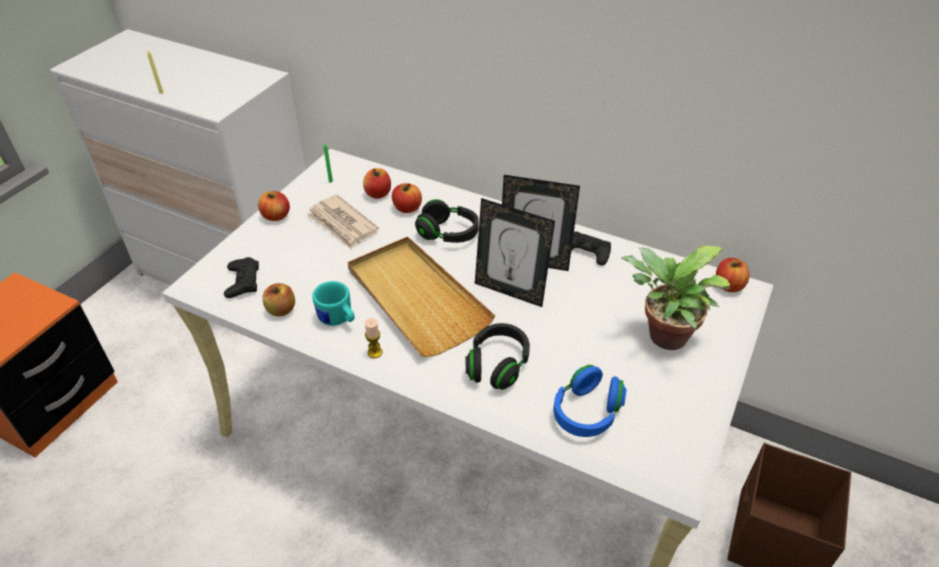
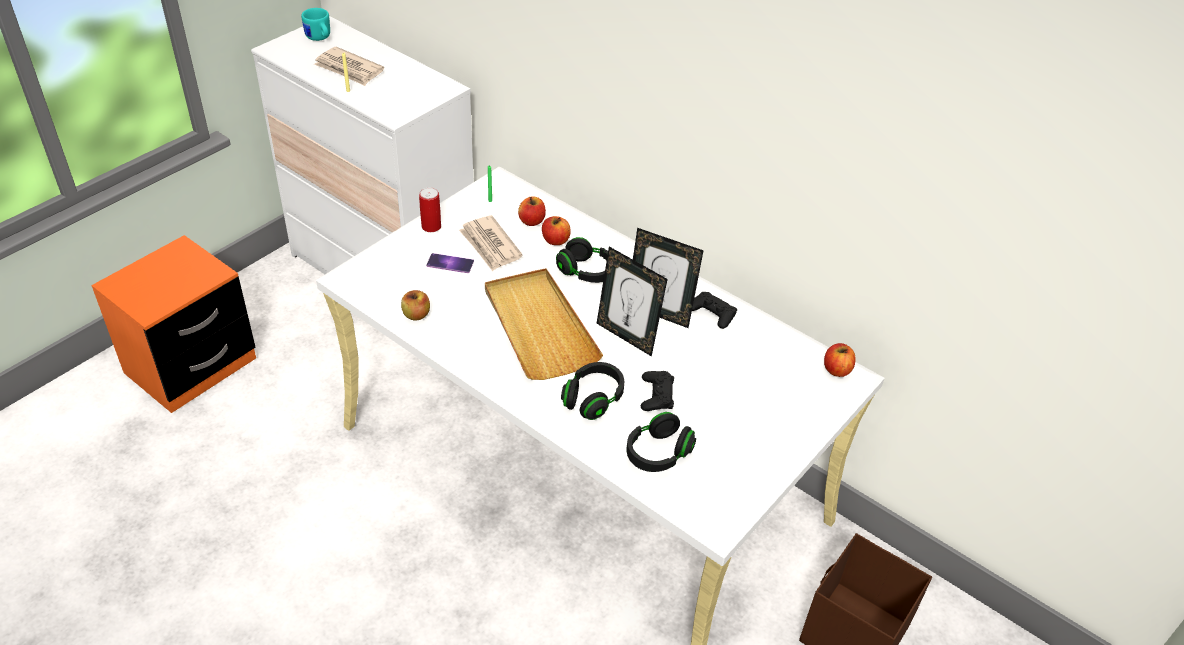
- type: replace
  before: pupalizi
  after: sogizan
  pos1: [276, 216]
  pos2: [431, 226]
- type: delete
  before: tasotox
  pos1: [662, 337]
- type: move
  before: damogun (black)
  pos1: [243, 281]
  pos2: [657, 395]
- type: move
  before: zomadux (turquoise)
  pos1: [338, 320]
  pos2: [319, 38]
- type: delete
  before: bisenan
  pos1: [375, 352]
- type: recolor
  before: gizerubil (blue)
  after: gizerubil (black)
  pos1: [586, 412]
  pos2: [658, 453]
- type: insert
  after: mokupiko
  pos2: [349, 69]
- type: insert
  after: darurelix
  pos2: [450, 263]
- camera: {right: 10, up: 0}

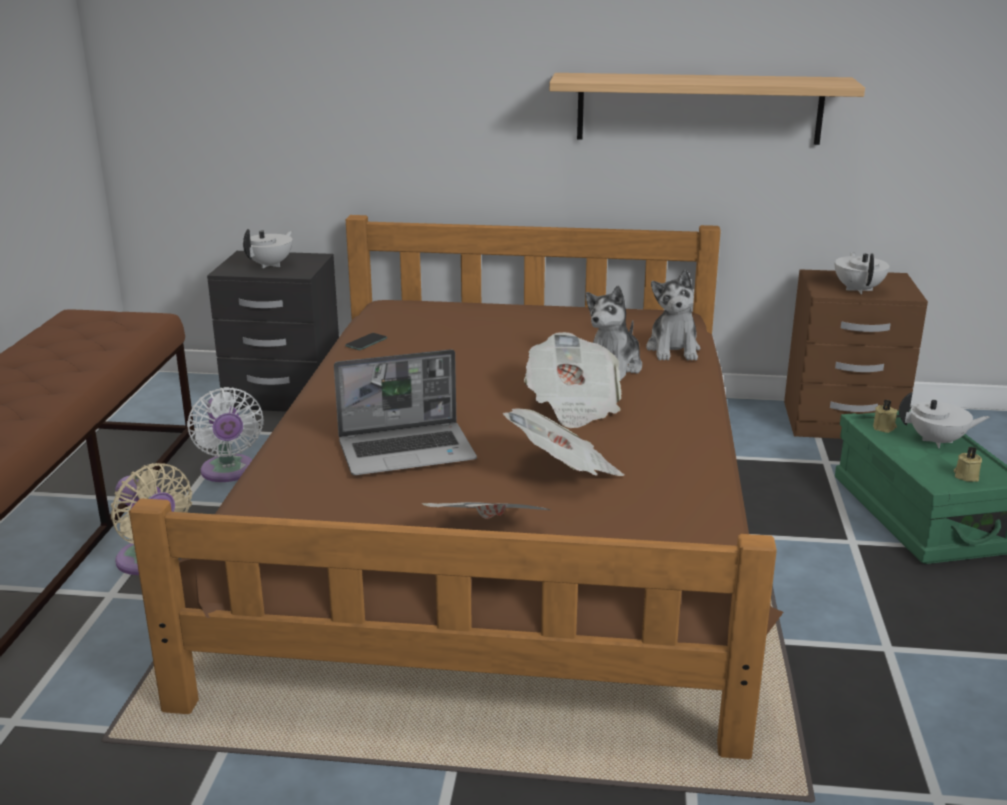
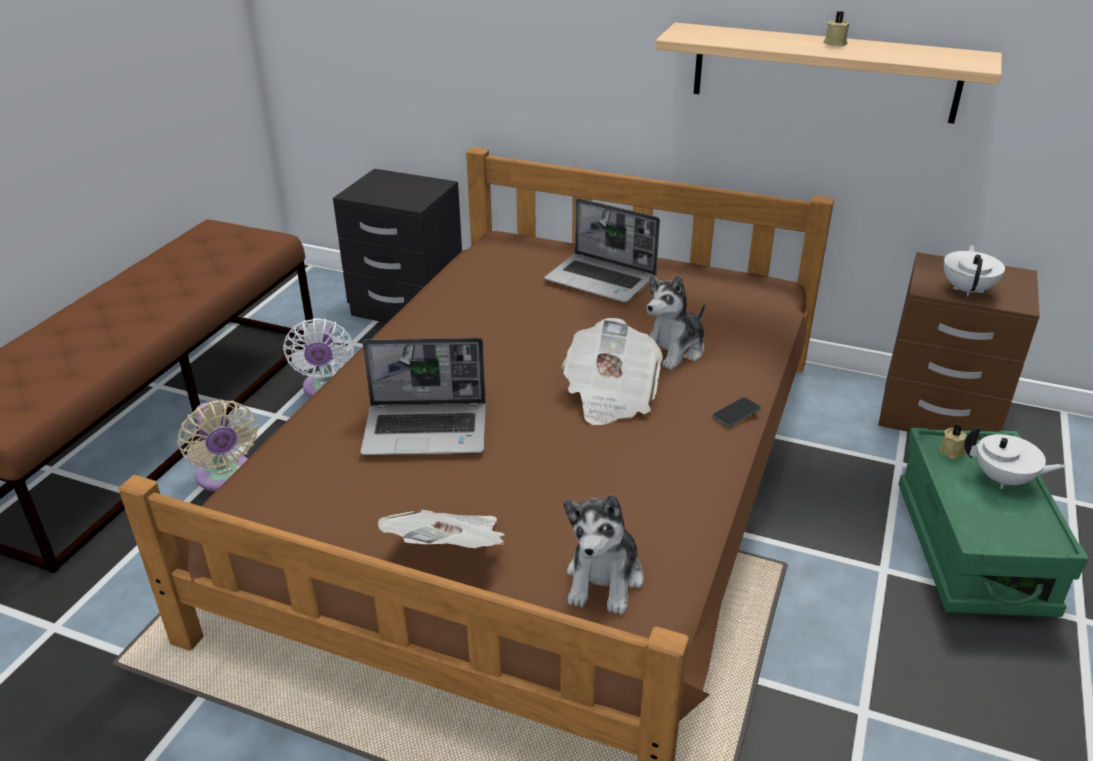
- type: delete
  before: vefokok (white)
  pos1: [270, 265]
- type: move
  before: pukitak
  pos1: [673, 349]
  pos2: [604, 579]
- type: move
  before: darurelix
  pos1: [366, 342]
  pos2: [736, 413]
- type: delete
  before: mokupiko
  pos1: [563, 471]
- type: move
  before: bisenan (beige)
  pos1: [966, 476]
  pos2: [835, 43]
- type: insert
  after: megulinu
  pos2: [602, 280]
- camera: {right: 15, up: 10}

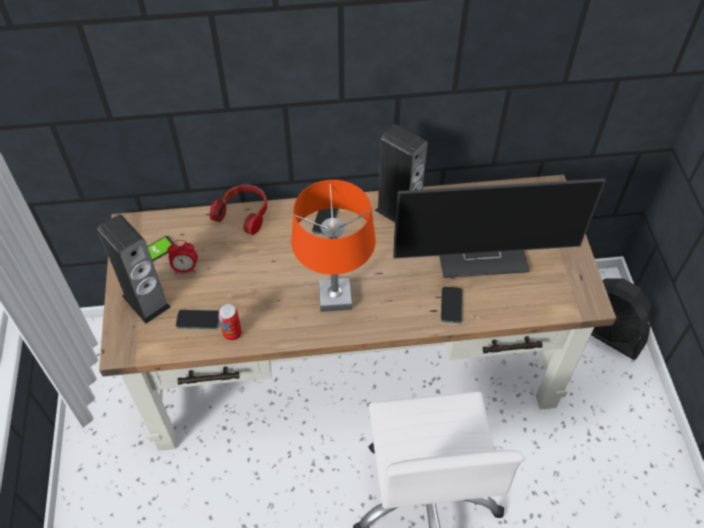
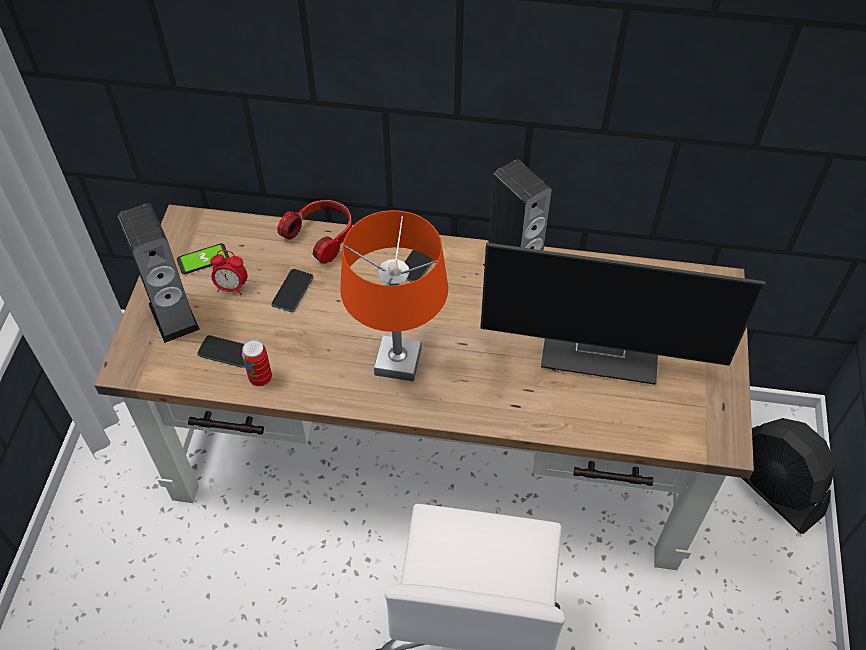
- type: move
  before: darurelix
  pos1: [451, 305]
  pos2: [292, 291]
- camera: {right: 15, up: 0}

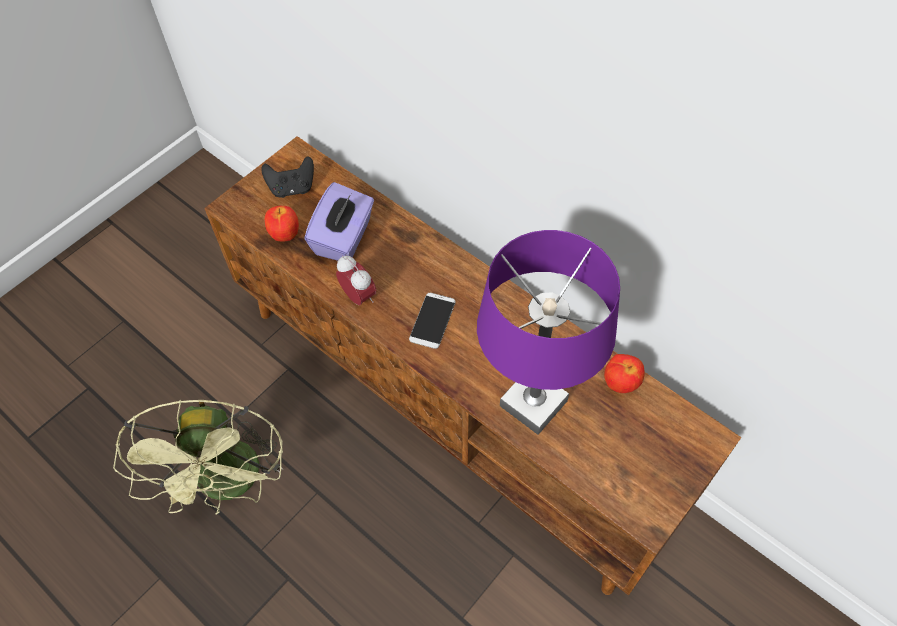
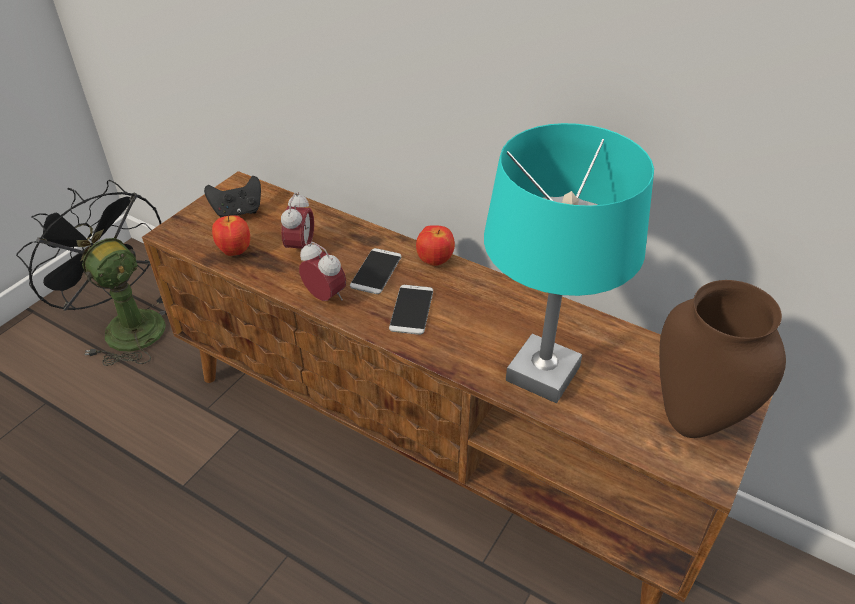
- type: replace
  before: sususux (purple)
  after: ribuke
  pos1: [344, 238]
  pos2: [301, 248]
- type: recolor
  before: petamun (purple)
  after: petamun (turquoise)
  pos1: [533, 403]
  pos2: [543, 373]
- type: move
  before: pupalizi
  pos1: [621, 383]
  pos2: [435, 261]
- type: delete
  before: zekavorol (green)
  pos1: [231, 485]
- type: insert
  after: zekavorol (black)
  pos2: [125, 326]
- type: insert
  after: darurelix
  pos2: [376, 271]
- type: insert
  after: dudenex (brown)
  pos2: [691, 423]
- camera: {right: -10, up: -15}

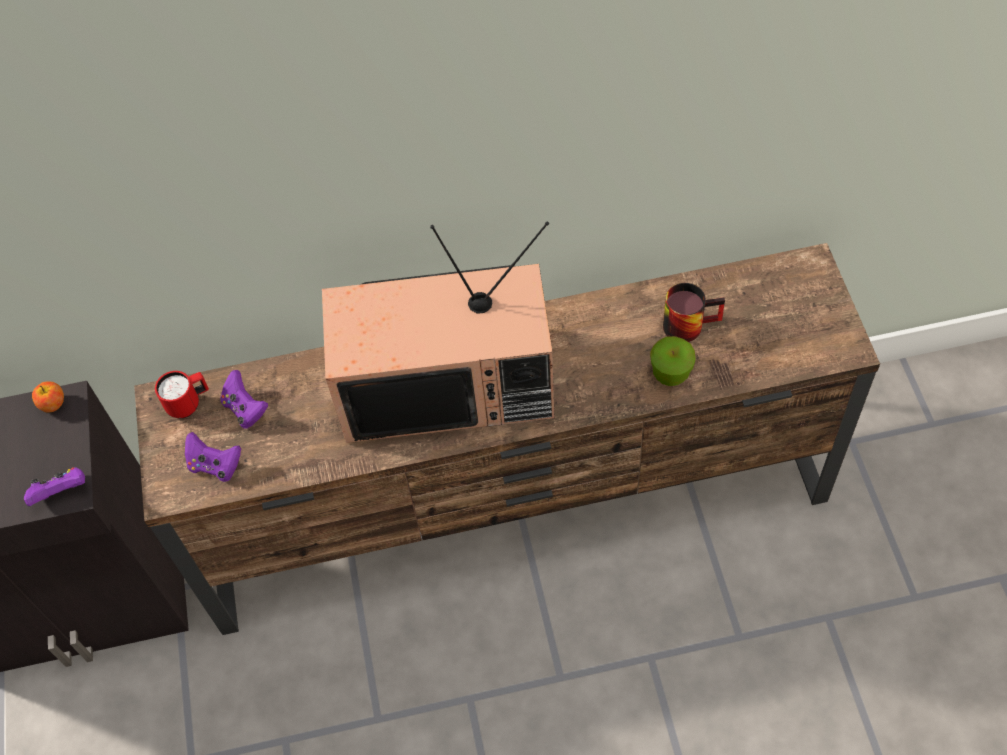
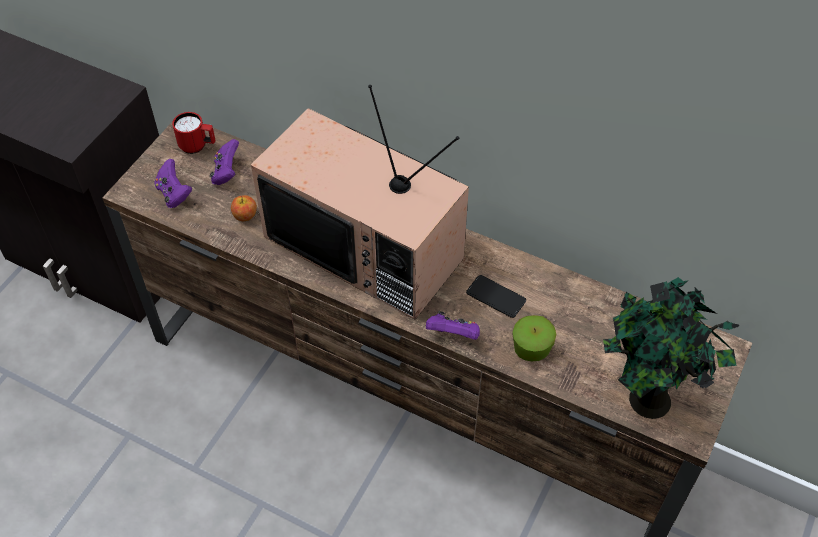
- type: delete
  before: zomadux
  pos1: [689, 322]
- type: move
  before: pupalizi
  pos1: [53, 404]
  pos2: [245, 216]
- type: move
  before: damogun (purple)
  pos1: [61, 493]
  pos2: [453, 335]
- type: insert
  after: darurelix
  pos2: [496, 297]
- type: insert
  after: tasotox
  pos2: [646, 402]
- camera: {right: 35, up: -5}

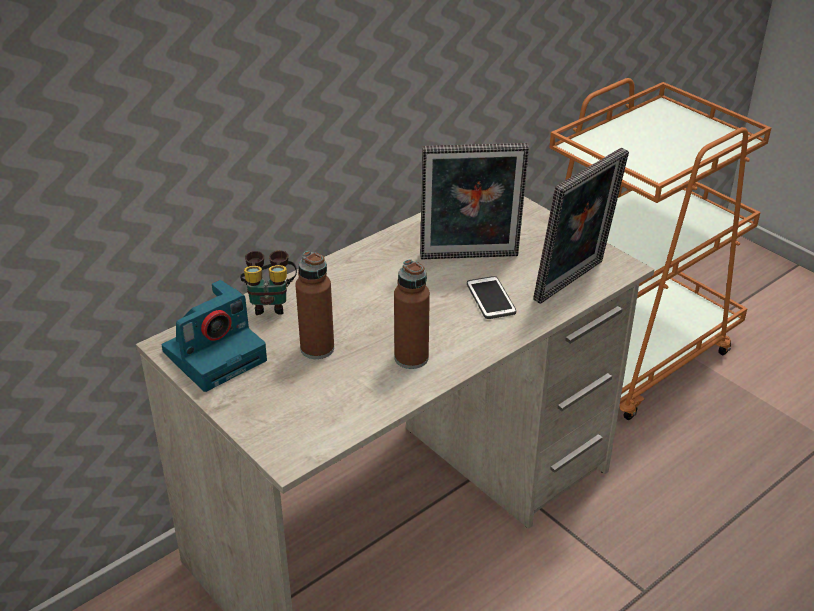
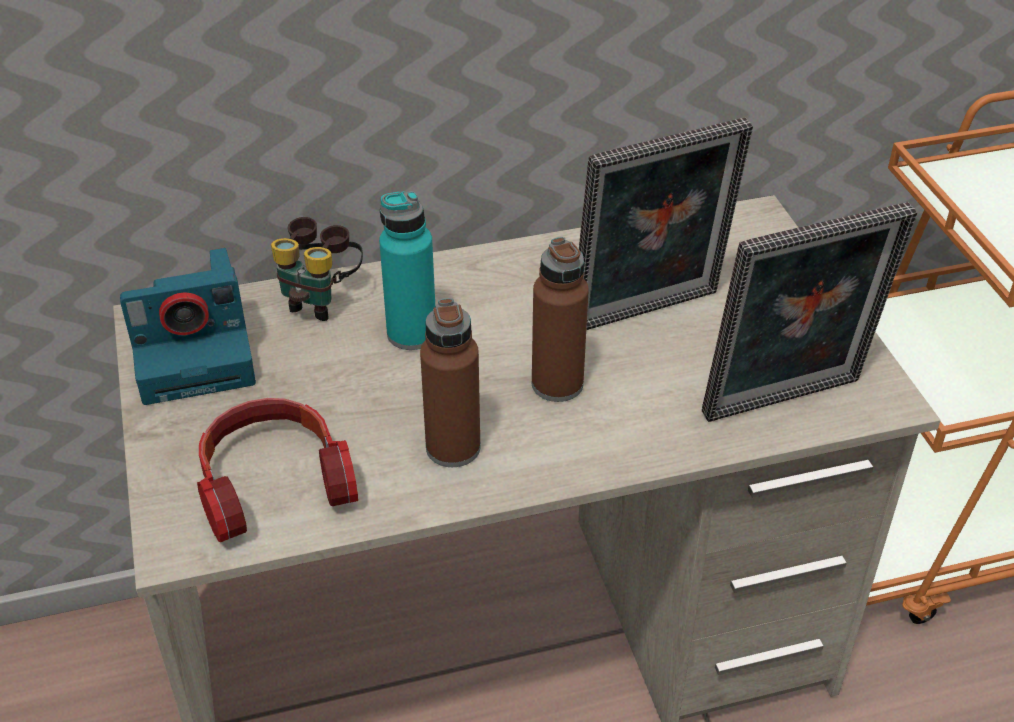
- type: rotate
  before: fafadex
  pos1: [469, 259]
  pos2: [649, 314]
  turn: -45
- type: move
  before: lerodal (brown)
  pos1: [317, 348]
  pos2: [557, 384]
- type: delete
  before: darurelix
  pos1: [491, 299]
- type: insert
  after: lerodal (turquoise)
  pos2: [412, 334]
- type: insert
  after: gizerubil
  pos2: [273, 482]
- camera: {right: 25, up: 5}

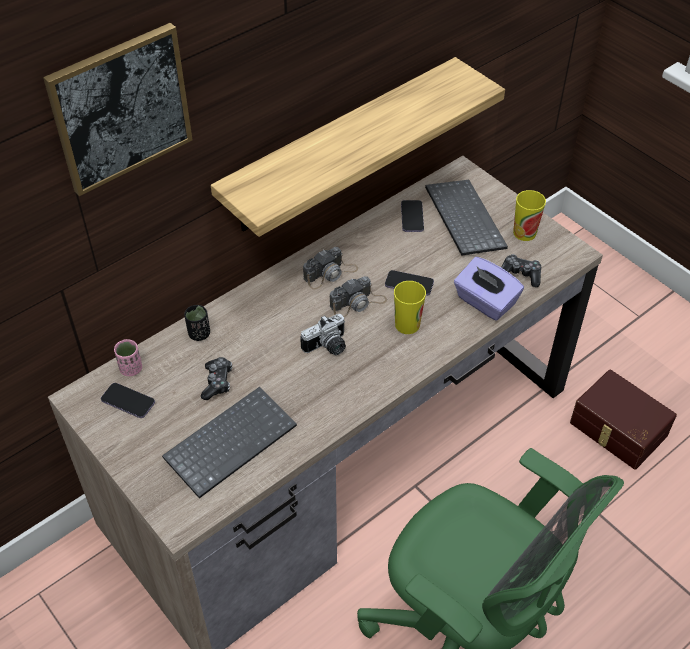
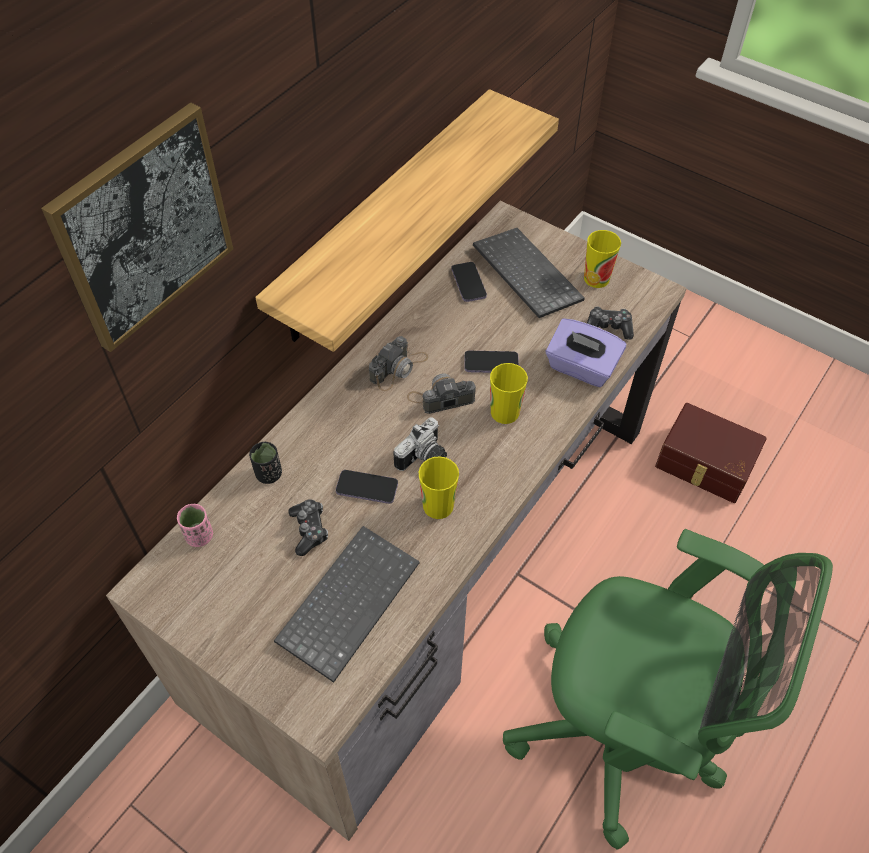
- type: rotate
  before: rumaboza
  pos1: [358, 303]
  pos2: [441, 398]
  turn: -150
- type: move
  before: darurelix
  pos1: [128, 401]
  pos2: [367, 488]
- type: insert
  after: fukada
  pos2: [438, 505]
- camera: {right: -15, up: 5}

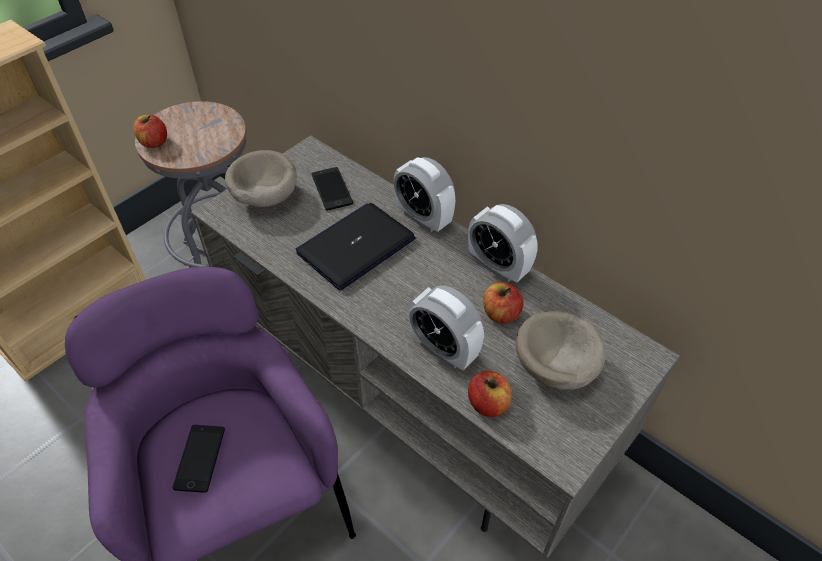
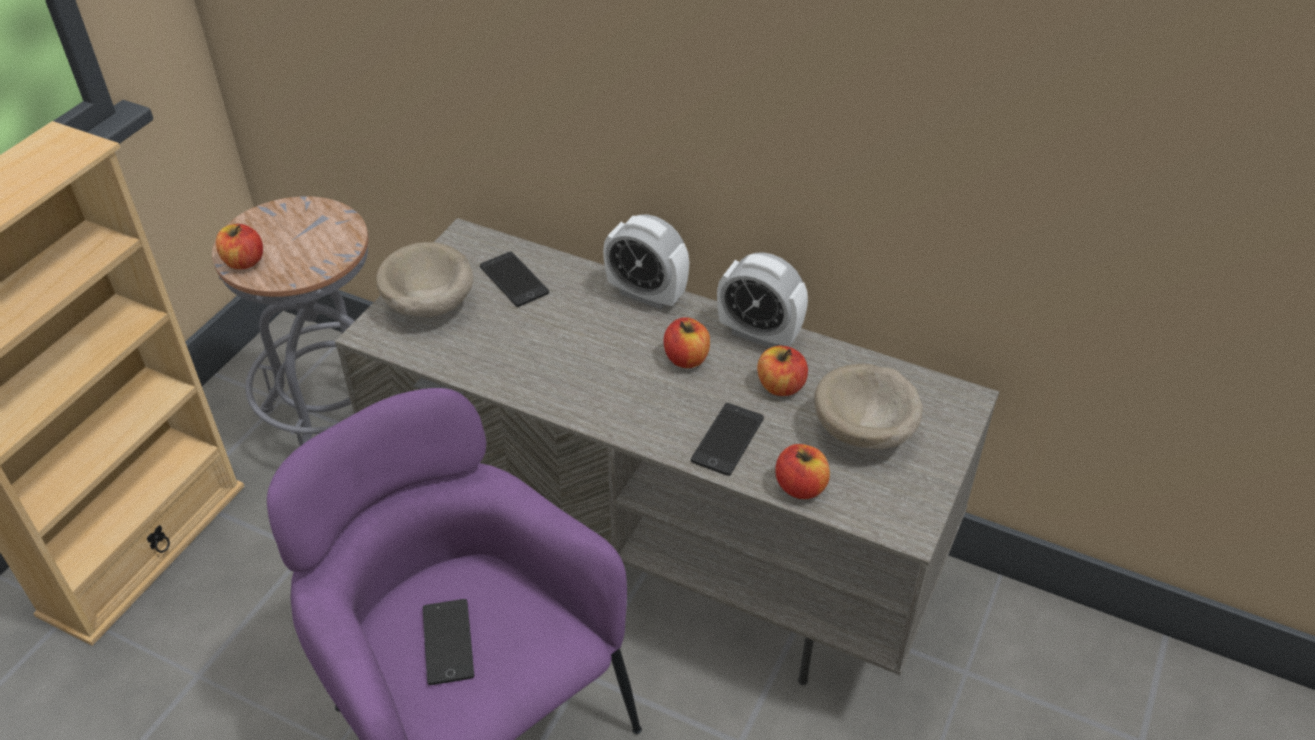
- type: delete
  before: megulinu
  pos1: [356, 246]
- type: replace
  before: ribuke
  after: darurelix
  pos1: [444, 350]
  pos2: [727, 440]
- type: insert
  after: pupalizi
  pos2: [686, 358]
- camera: {right: -15, up: -5}

